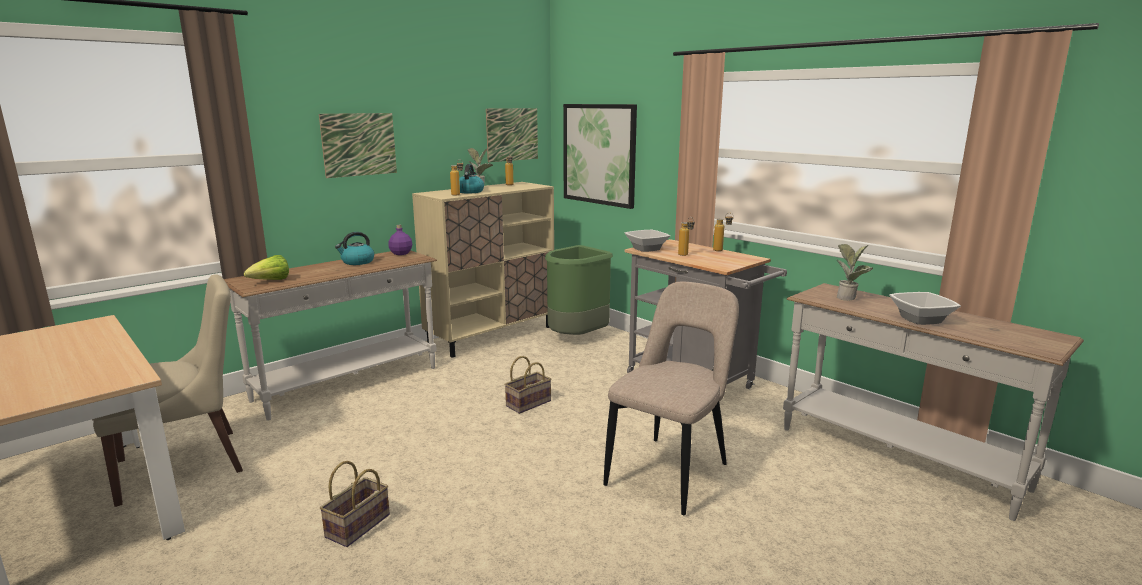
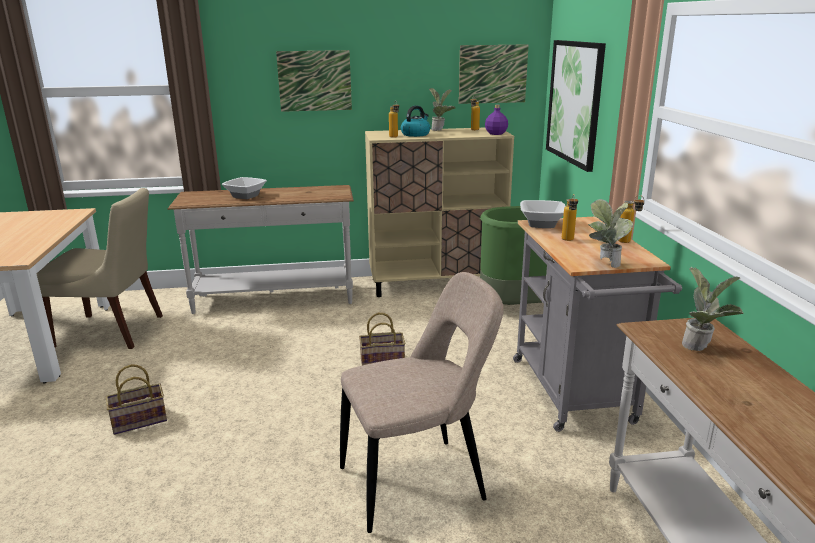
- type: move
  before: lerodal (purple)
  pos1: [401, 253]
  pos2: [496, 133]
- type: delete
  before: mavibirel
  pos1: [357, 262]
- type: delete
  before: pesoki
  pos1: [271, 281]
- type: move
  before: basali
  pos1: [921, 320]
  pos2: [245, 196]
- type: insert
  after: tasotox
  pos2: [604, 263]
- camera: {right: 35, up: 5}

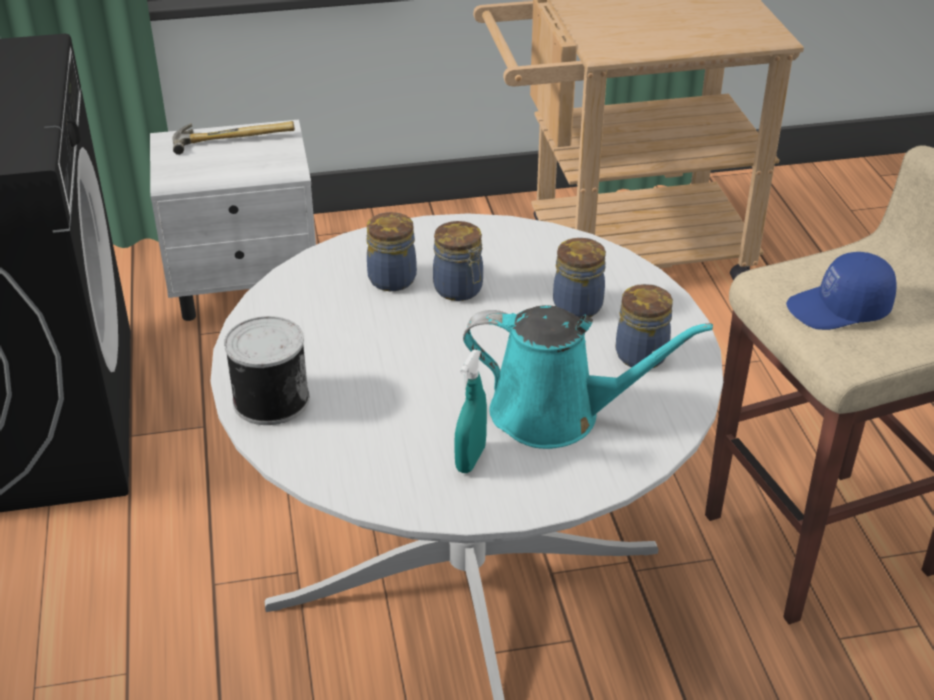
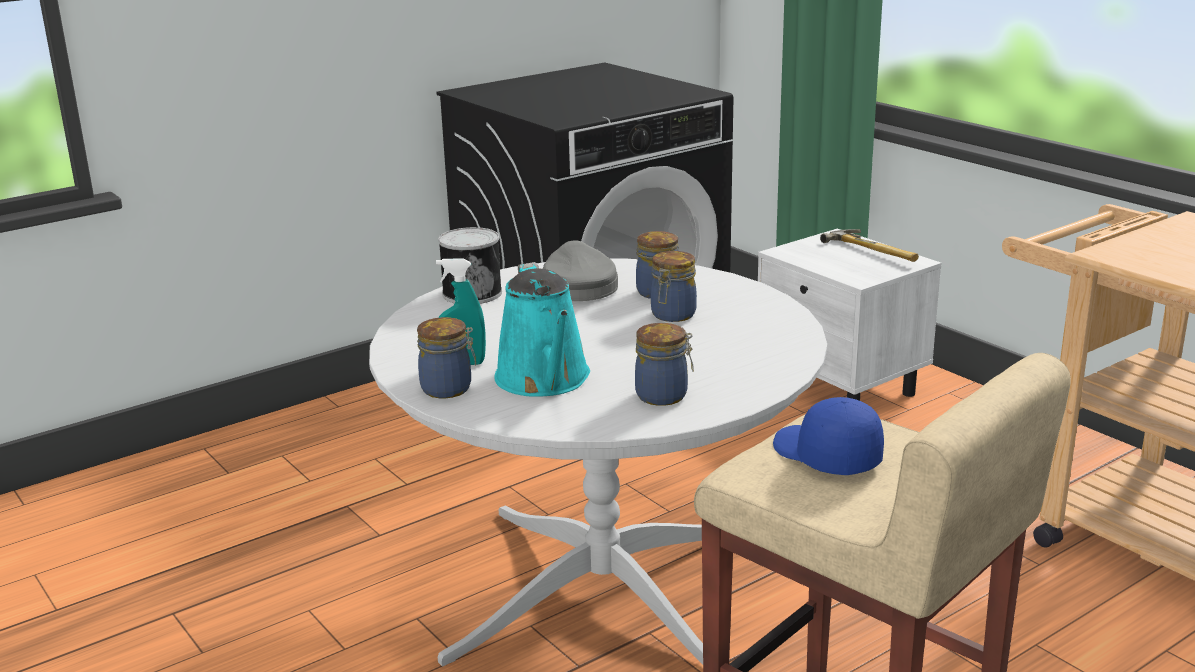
- type: move
  before: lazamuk
  pos1: [578, 304]
  pos2: [449, 389]
- type: insert
  after: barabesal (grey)
  pos2: [577, 286]
- camera: {right: 65, up: -15}

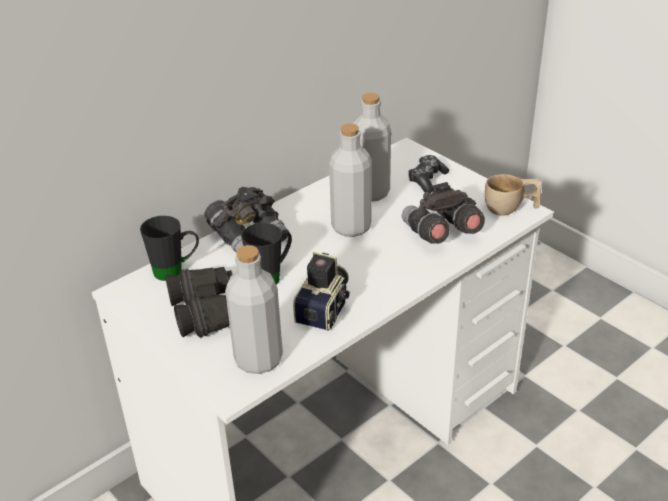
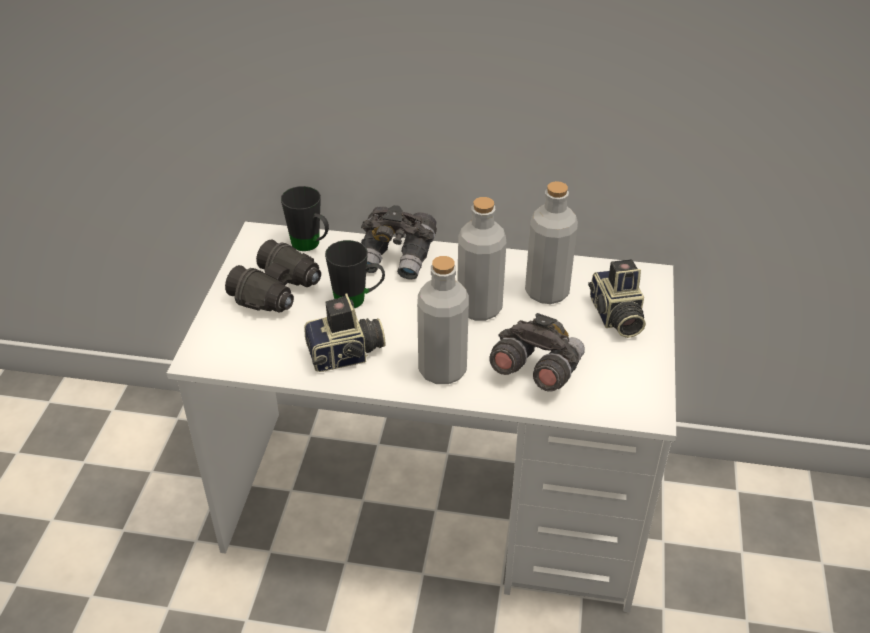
- type: replace
  before: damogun
  after: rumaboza
  pos1: [427, 180]
  pos2: [615, 317]
- type: delete
  before: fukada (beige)
  pos1: [510, 209]
- type: move
  before: lerodal (grey)
  pos1: [258, 359]
  pos2: [442, 370]
- camera: {right: 50, up: 5}

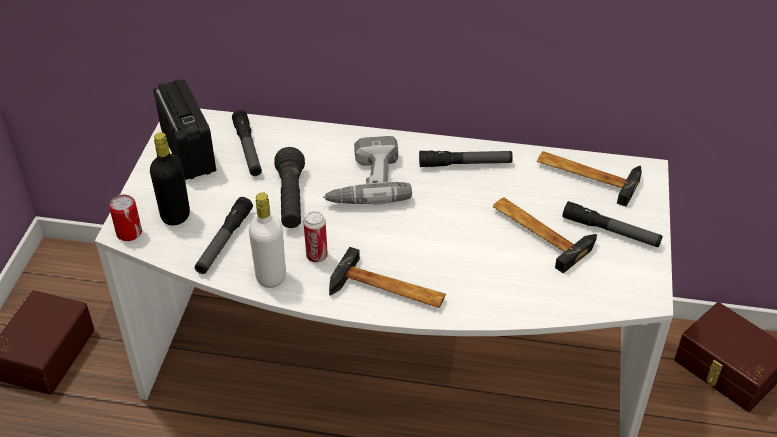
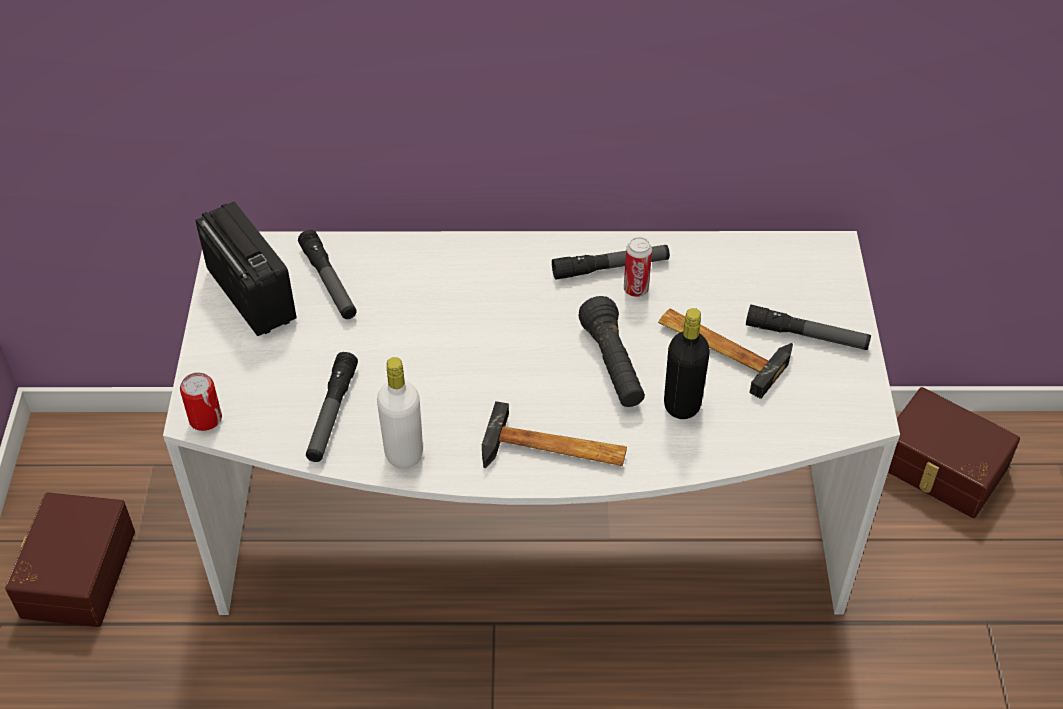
- type: move
  before: lerodal (black)
  pos1: [175, 216]
  pos2: [682, 405]
- type: delete
  before: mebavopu
  pos1: [364, 181]
- type: move
  before: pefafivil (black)
  pos1: [291, 199]
  pos2: [613, 365]
- type: delete
  before: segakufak
  pos1: [586, 174]
- type: move
  before: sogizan
  pos1: [317, 256]
  pos2: [636, 289]
- camera: {right: -10, up: 5}

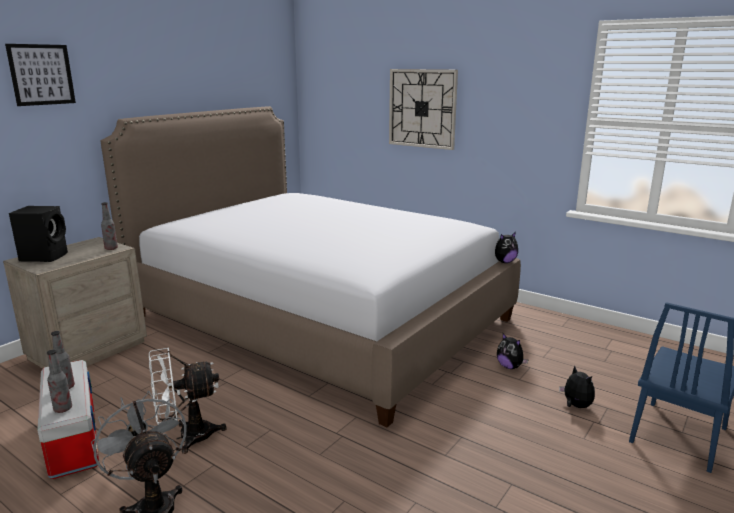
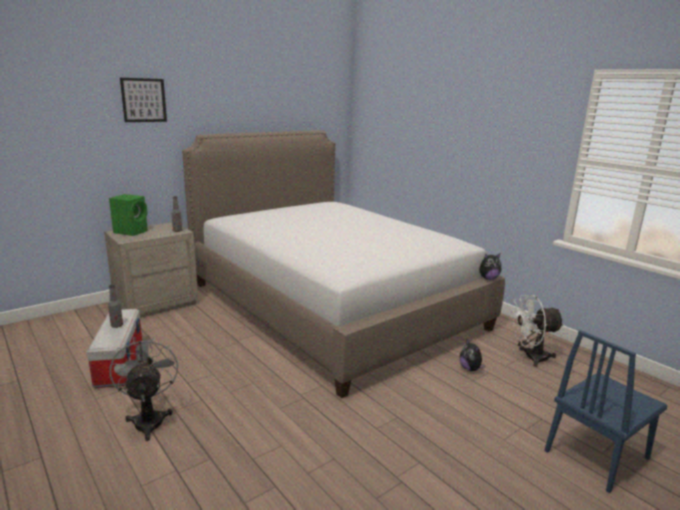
- type: delete
  before: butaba
  pos1: [422, 108]
- type: recolor
  before: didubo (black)
  after: didubo (green)
  pos1: [45, 256]
  pos2: [131, 231]
- type: move
  before: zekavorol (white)
  pos1: [187, 437]
  pos2: [530, 357]
- type: delete
  before: lerodal
  pos1: [63, 409]
- type: delete
  before: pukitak
  pos1: [575, 406]
- camera: {right: 15, up: 0}

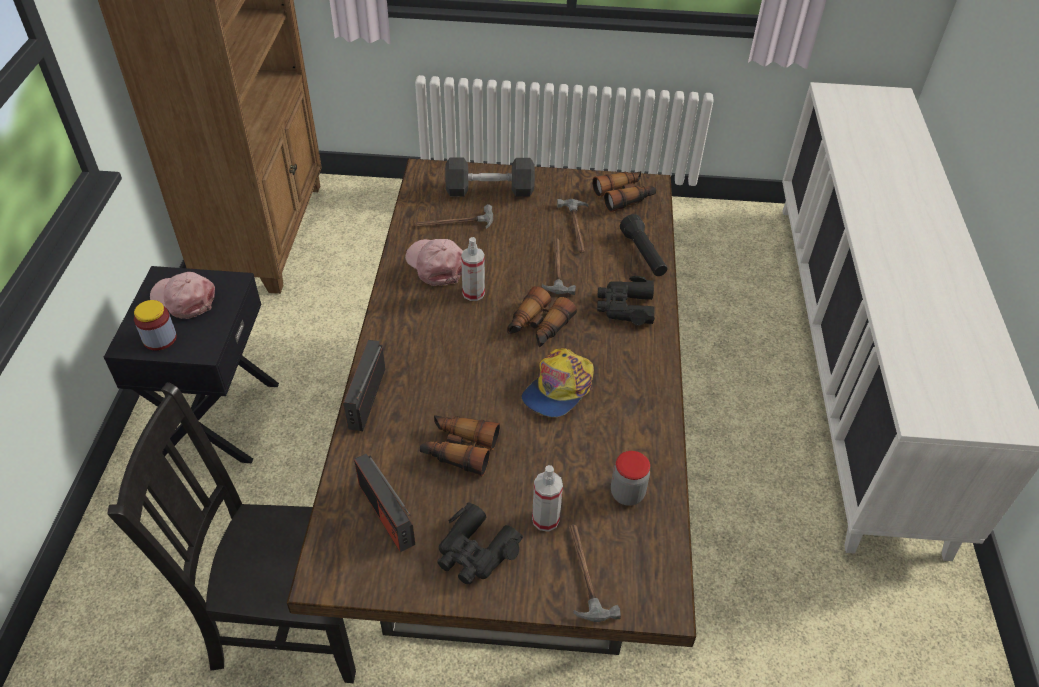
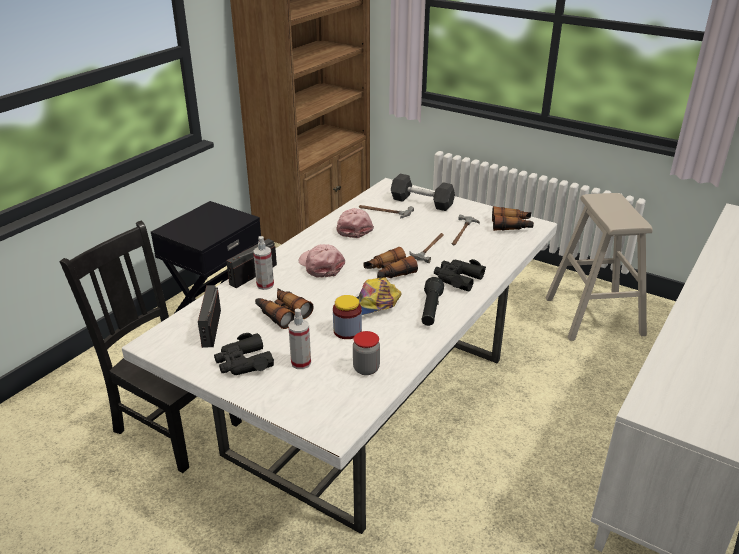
- type: recolor
  before: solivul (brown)
  after: solivul (white)
  pos1: [515, 480]
  pos2: [369, 406]
- type: move
  before: pefafivil (black)
  pos1: [643, 255]
  pos2: [430, 310]
- type: move
  before: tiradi
  pos1: [473, 293]
  pos2: [265, 285]
- type: move
  before: barabesal (pink)
  pos1: [184, 299]
  pos2: [321, 265]
- type: move
  before: lazamuk
  pos1: [160, 338]
  pos2: [347, 331]
- type: delete
  before: segakufak
  pos1: [584, 573]
- type: insert
  after: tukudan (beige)
  pos2: [594, 316]
- camera: {right: 30, up: -15}

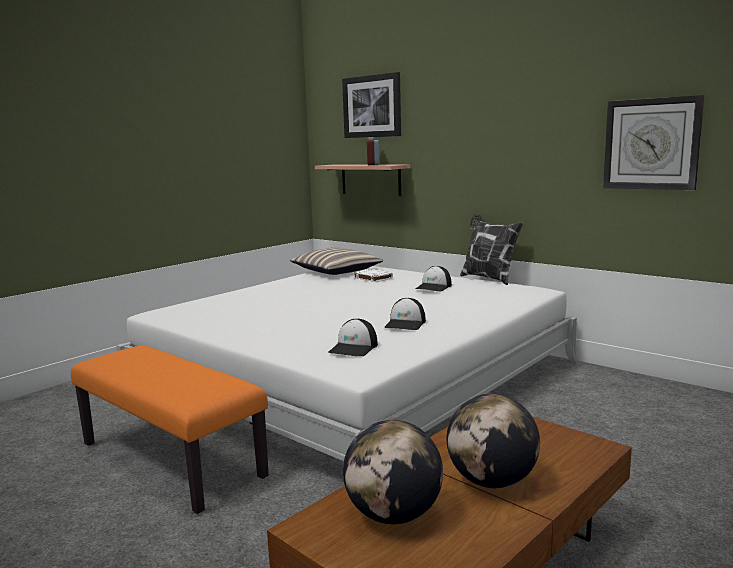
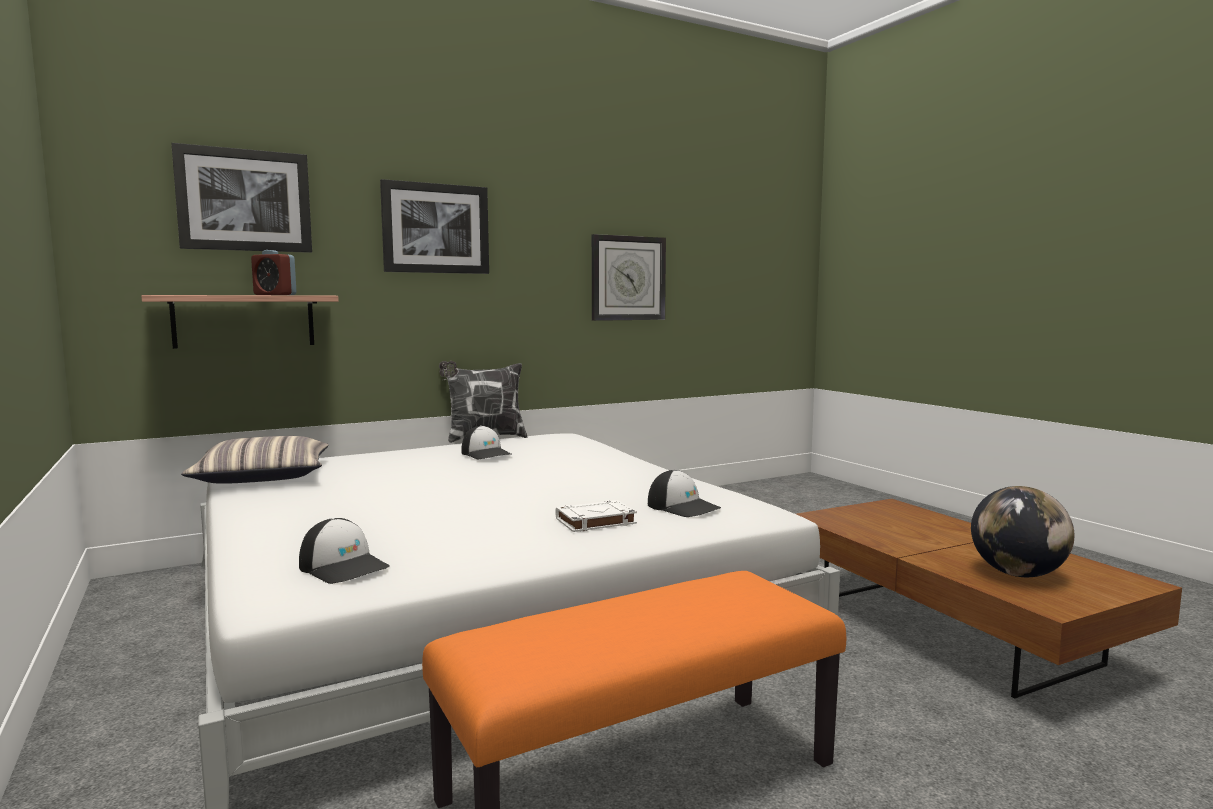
- type: move
  before: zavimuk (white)
  pos1: [372, 278]
  pos2: [595, 521]
- type: move
  before: barabesal
  pos1: [406, 324]
  pos2: [344, 566]
- type: delete
  before: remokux
  pos1: [491, 481]
- type: insert
  after: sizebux
  pos2: [436, 228]
- camera: {right: -70, up: -5}

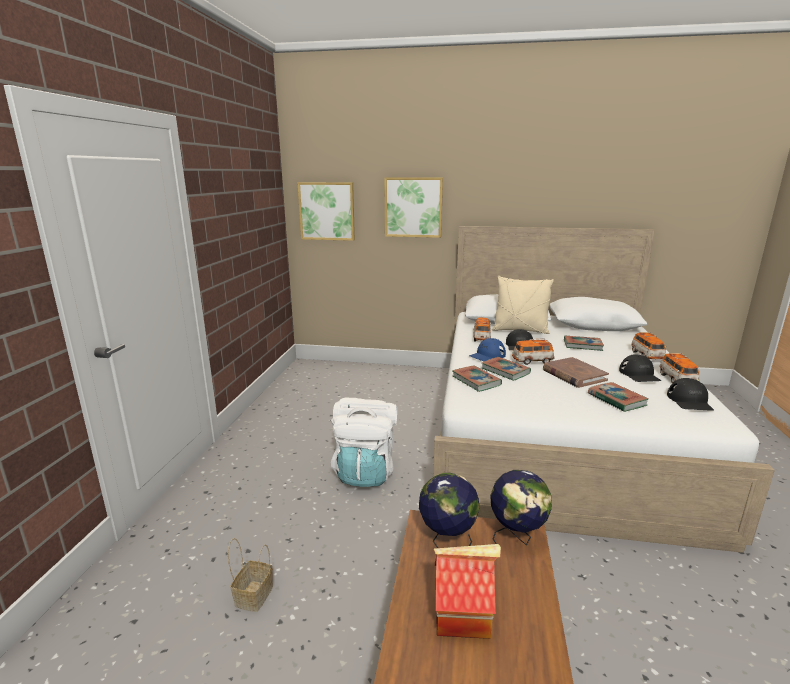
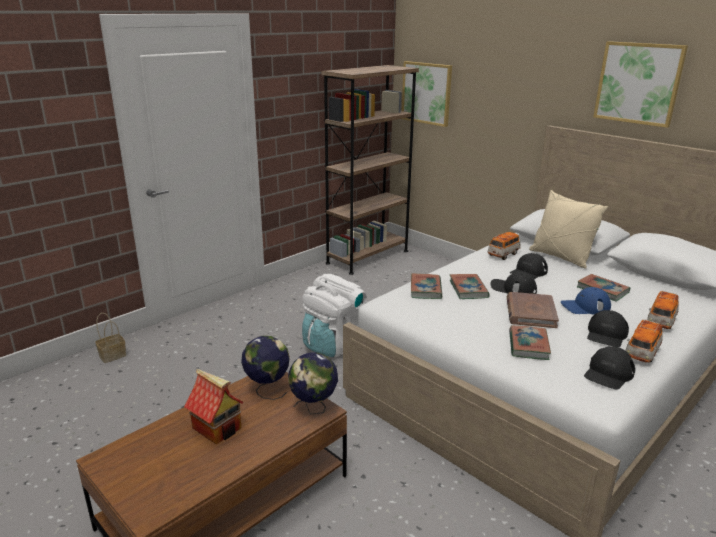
- type: move
  before: sizebux
  pos1: [413, 207]
  pos2: [638, 83]
- type: move
  before: barabesal (blue)
  pos1: [487, 355]
  pos2: [585, 307]
- type: replace
  before: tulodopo
  after: barabesal (black)
  pos1: [532, 361]
  pos2: [513, 288]
- type: move
  before: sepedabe
  pos1: [254, 594]
  pos2: [113, 355]
- type: insert
  after: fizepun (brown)
  pos2: [367, 257]
- camera: {right: 35, up: 5}

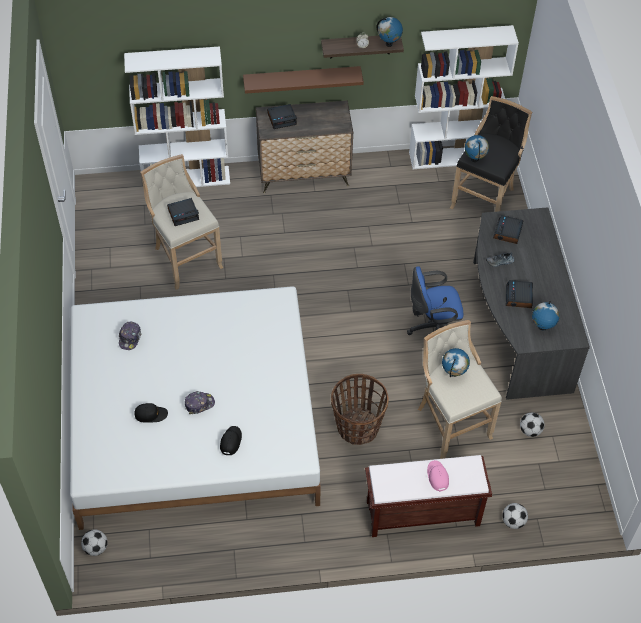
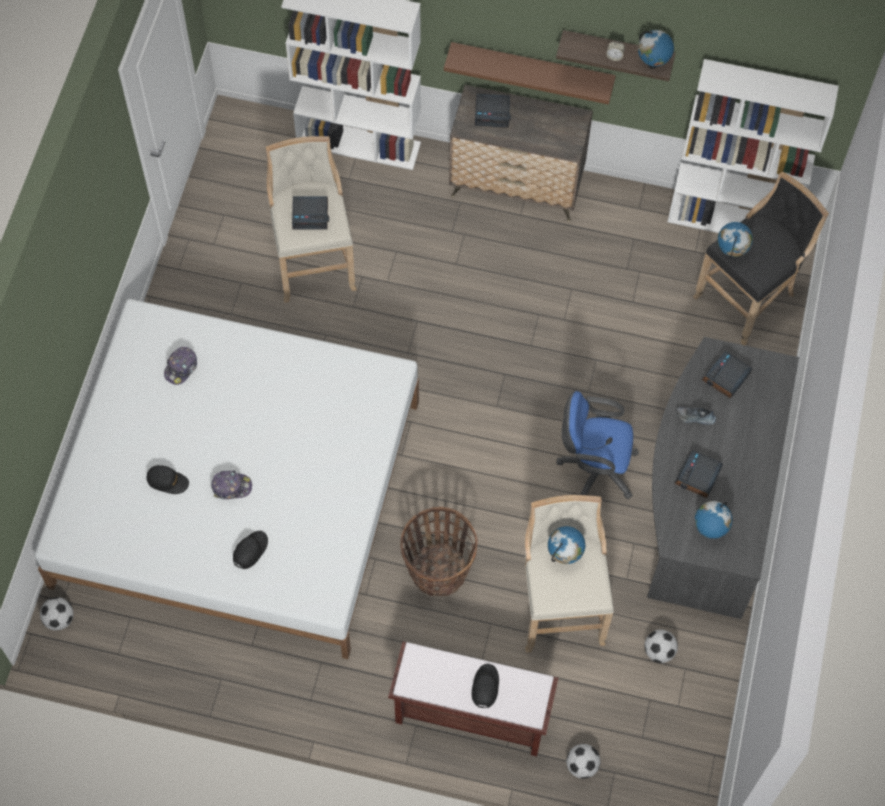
- type: recolor
  before: barabesal (pink)
  after: barabesal (black)
  pos1: [437, 476]
  pos2: [485, 687]
- camera: {right: 20, up: 10}

